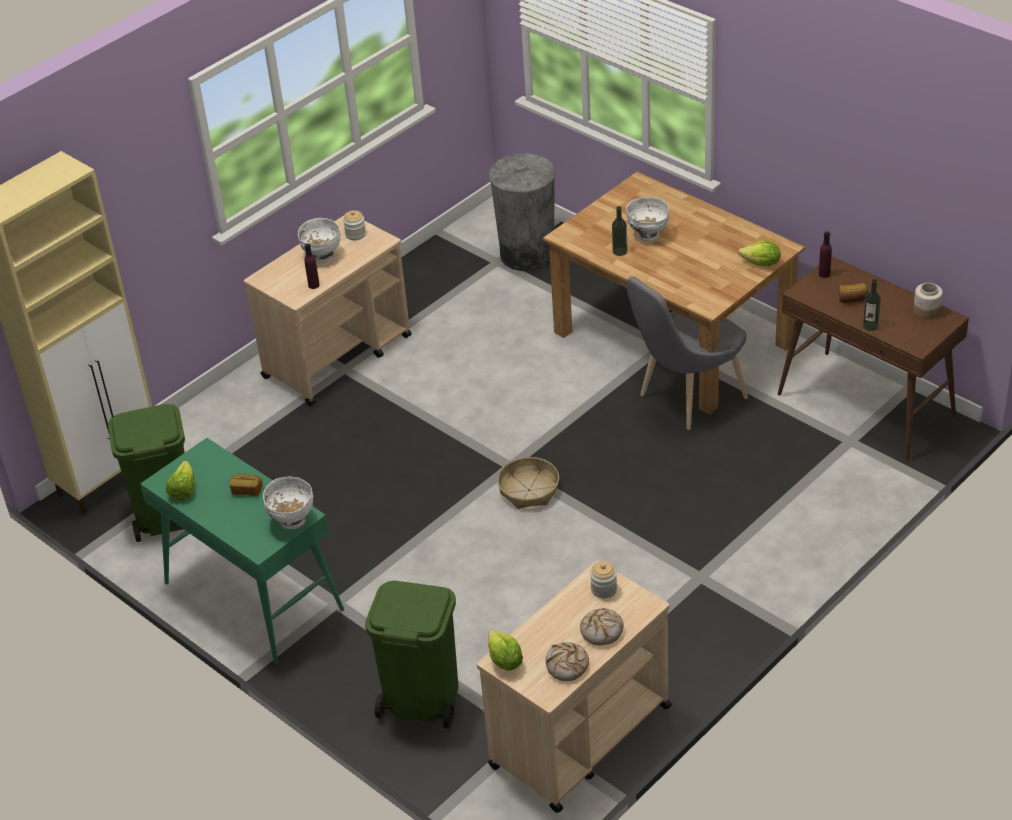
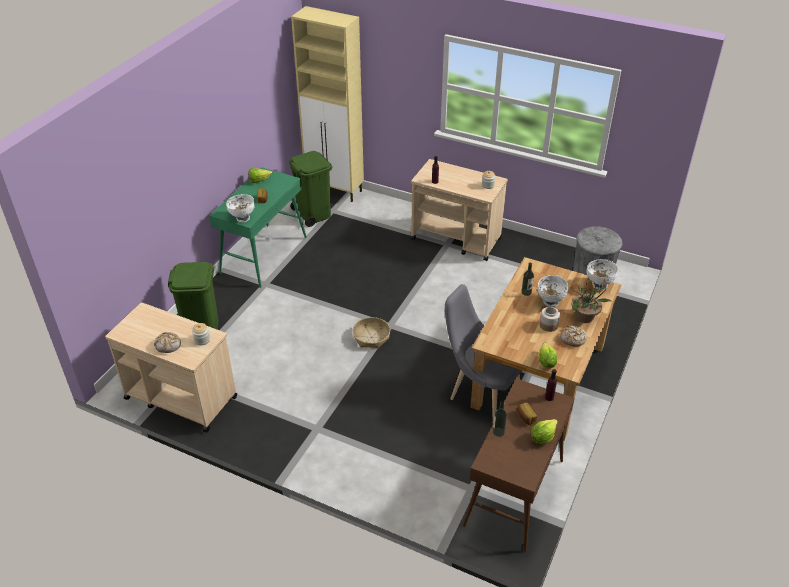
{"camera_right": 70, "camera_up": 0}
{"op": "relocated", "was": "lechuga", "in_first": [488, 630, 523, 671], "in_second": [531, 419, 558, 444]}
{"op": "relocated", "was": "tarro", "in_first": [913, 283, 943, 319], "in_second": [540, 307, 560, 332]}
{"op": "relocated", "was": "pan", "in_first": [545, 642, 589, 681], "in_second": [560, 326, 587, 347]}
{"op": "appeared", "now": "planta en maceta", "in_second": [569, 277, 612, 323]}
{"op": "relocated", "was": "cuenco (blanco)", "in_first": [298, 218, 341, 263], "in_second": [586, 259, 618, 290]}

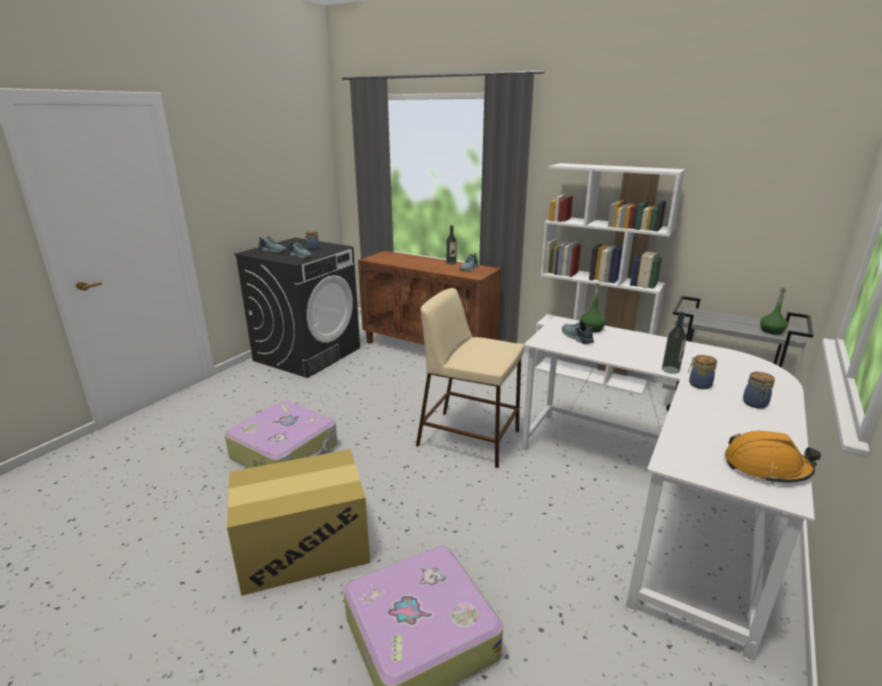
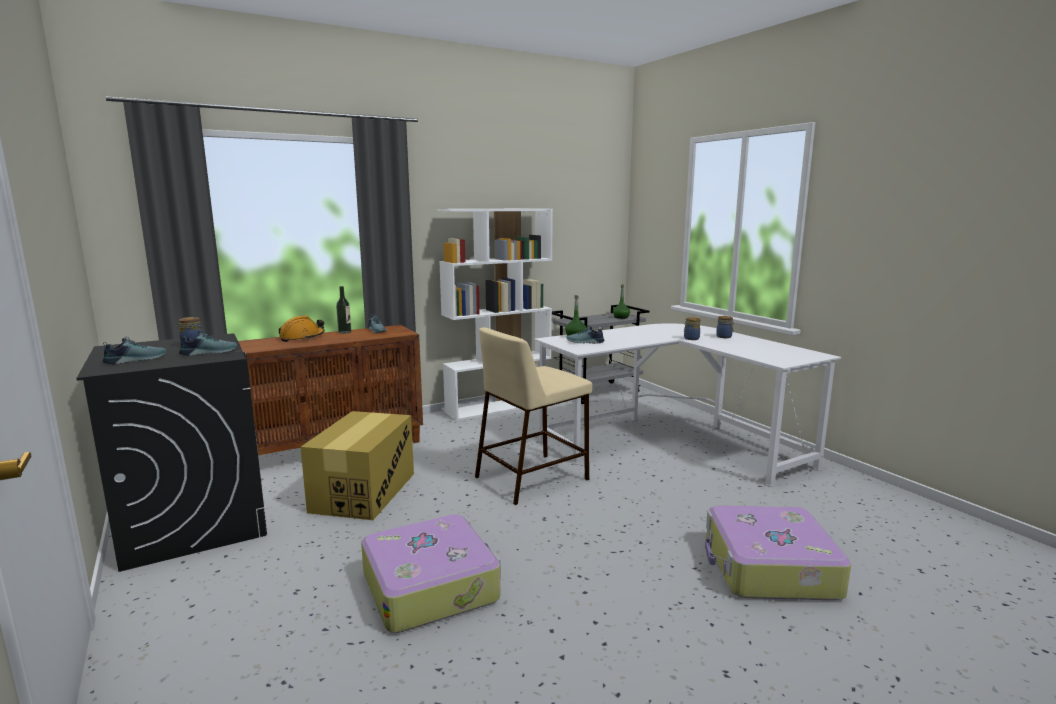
{"camera_right": -60, "camera_up": -10}
{"op": "relocated", "was": "casco (naranja)", "in_first": [725, 431, 821, 484], "in_second": [279, 315, 325, 342]}
{"op": "relocated", "was": "caja de cartón", "in_first": [227, 449, 370, 596], "in_second": [301, 411, 414, 520]}
{"op": "missing", "was": "botella", "in_first": [662, 312, 687, 374]}

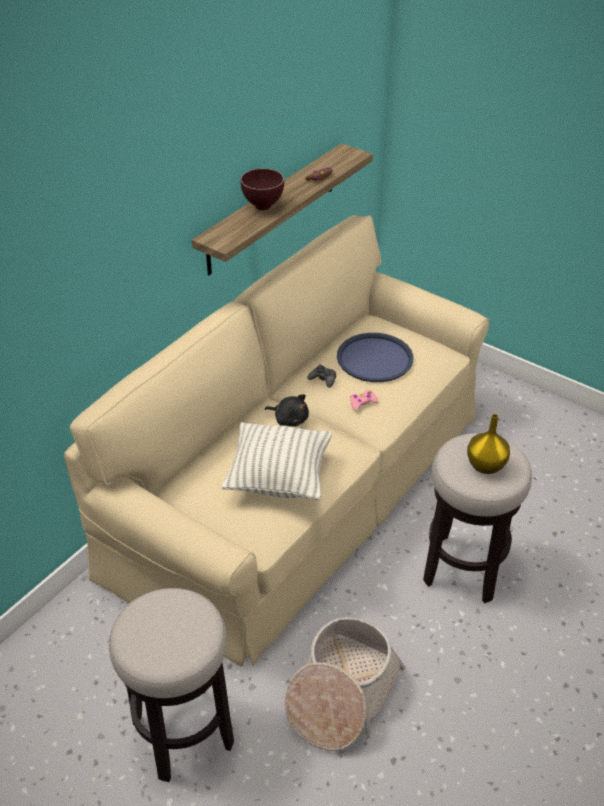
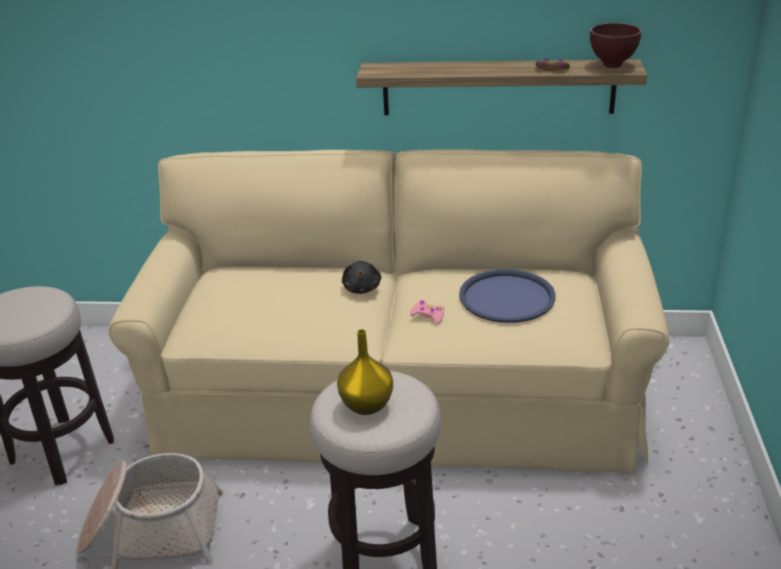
{"camera_right": 60, "camera_up": -10}
{"op": "relocated", "was": "cuenco (marrón)", "in_first": [240, 168, 284, 210], "in_second": [590, 23, 642, 68]}
{"op": "missing", "was": "cojín", "in_first": [221, 422, 332, 500]}
{"op": "missing", "was": "mando de consola (negro)", "in_first": [307, 364, 336, 388]}

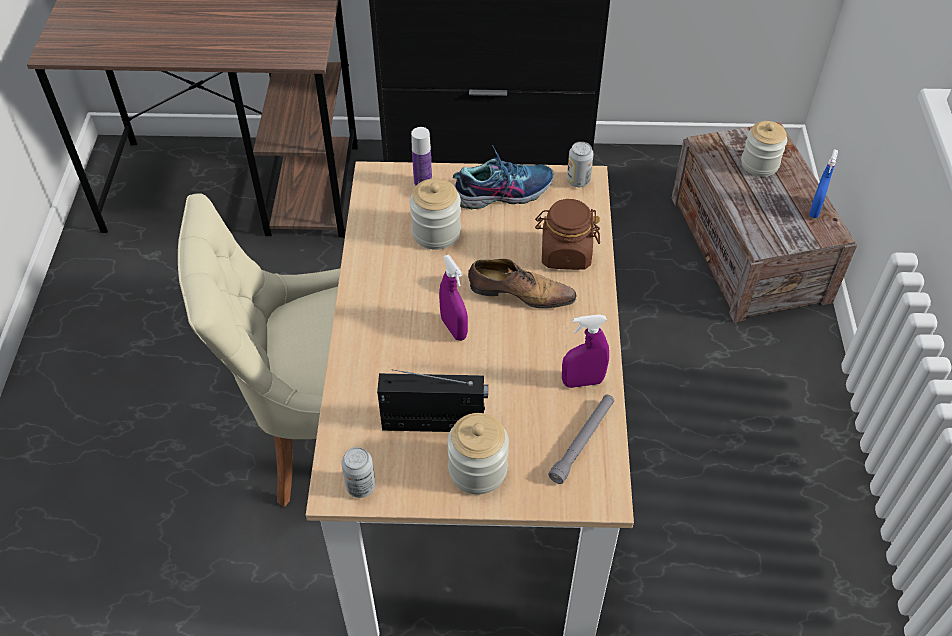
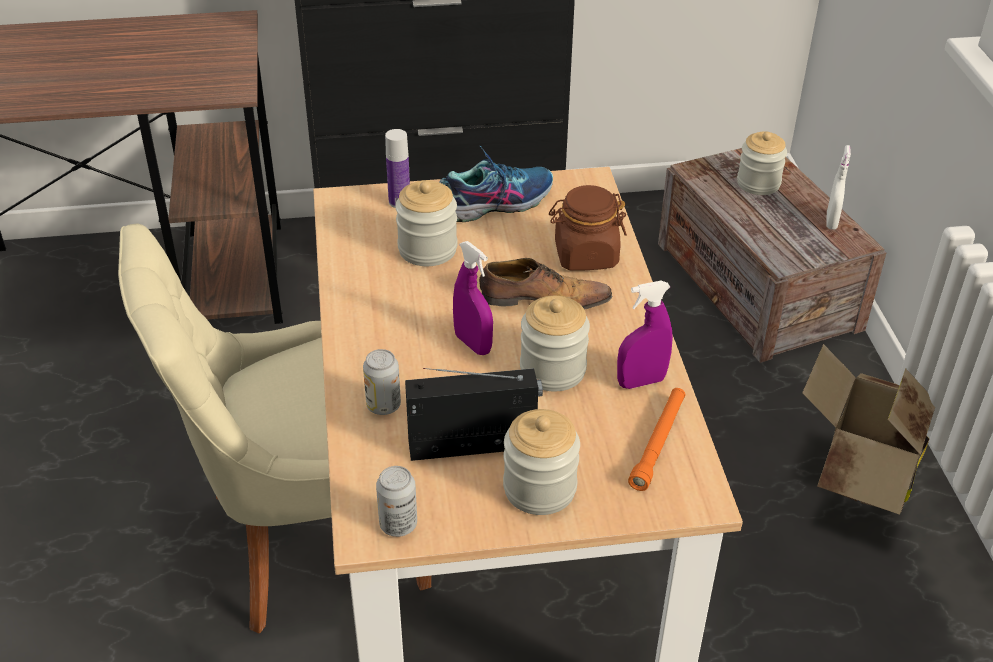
{"camera_right": -10, "camera_up": -10}
{"op": "relocated", "was": "lata", "in_first": [567, 142, 594, 187], "in_second": [363, 349, 401, 415]}
{"op": "appeared", "now": "tarro", "in_second": [520, 296, 590, 391]}
{"op": "colour", "was": "linterna (gris)", "now": "linterna (naranja)", "in_first": [548, 395, 614, 484], "in_second": [628, 388, 685, 491]}
{"op": "appeared", "now": "caja de cartón", "in_second": [802, 344, 935, 515]}
{"op": "colour", "was": "pulverizador (azul)", "now": "pulverizador (blanco)", "in_first": [809, 149, 838, 218], "in_second": [826, 145, 851, 230]}

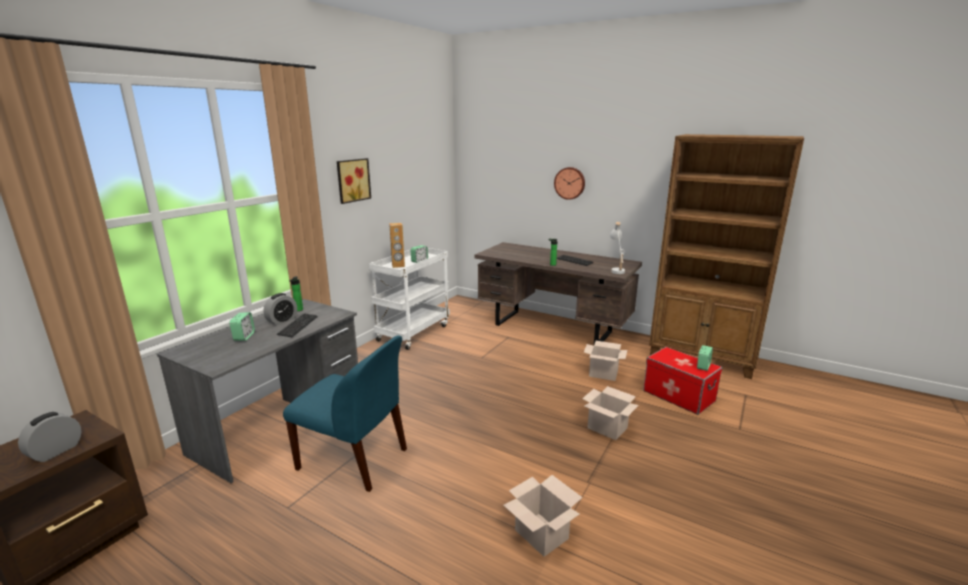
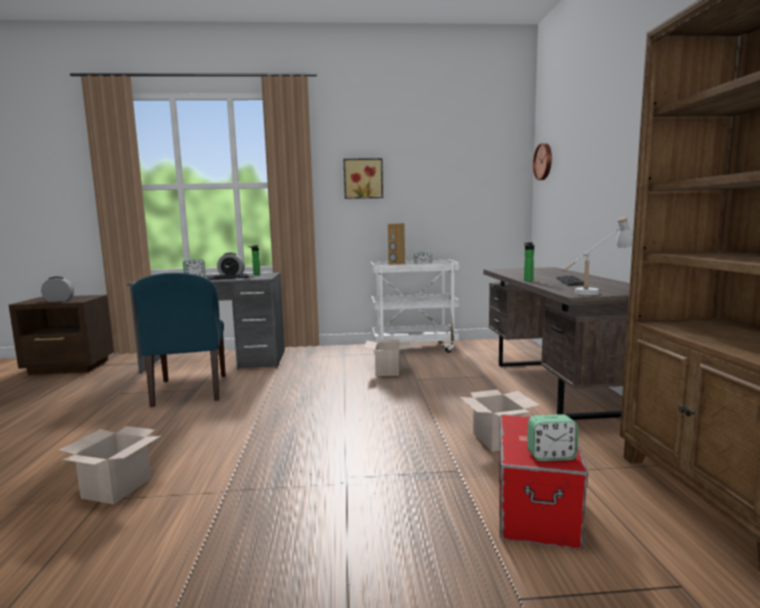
{"camera_right": 55, "camera_up": -10}
{"op": "relocated", "was": "caja de cartón", "in_first": [582, 386, 639, 440], "in_second": [364, 340, 411, 376]}
{"op": "relocated", "was": "reloj de pared", "in_first": [554, 167, 585, 200], "in_second": [533, 143, 552, 180]}

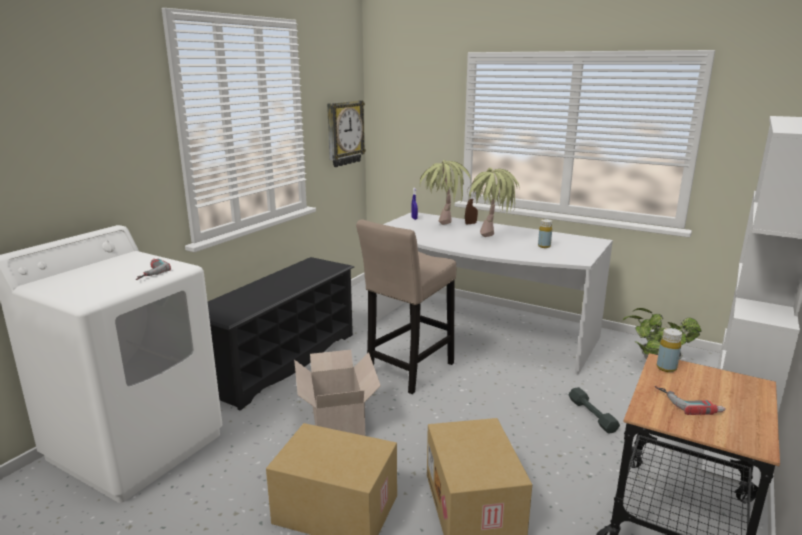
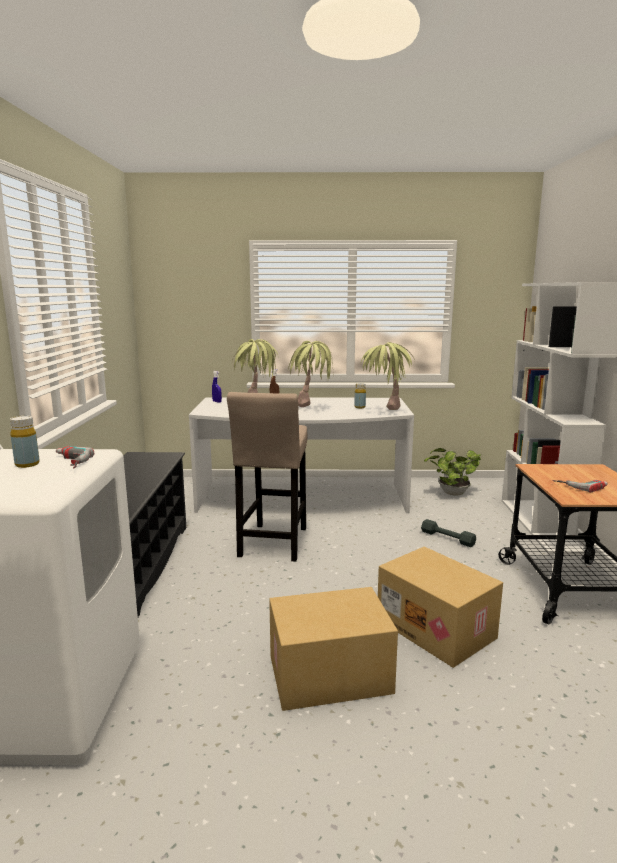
{"camera_right": -30, "camera_up": -5}
{"op": "relocated", "was": "botella (amarillo)", "in_first": [657, 328, 682, 372], "in_second": [10, 416, 40, 468]}
{"op": "appeared", "now": "planta en maceta", "in_second": [361, 342, 415, 410]}
{"op": "missing", "was": "caja de cartón", "in_first": [294, 350, 381, 436]}
{"op": "missing", "was": "reloj de pared", "in_first": [327, 100, 366, 167]}

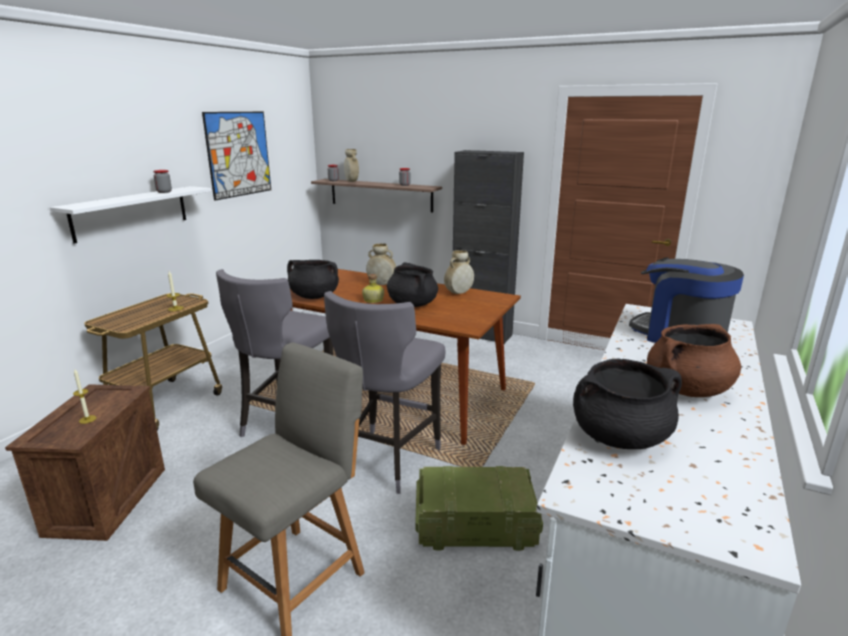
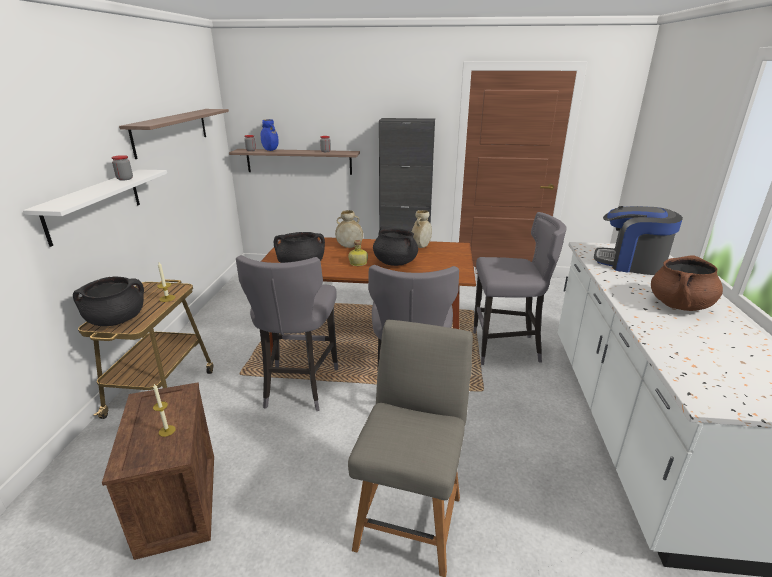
{"camera_right": -20, "camera_up": 5}
{"op": "relocated", "was": "olla (negro)", "in_first": [573, 358, 682, 449], "in_second": [73, 276, 144, 326]}
{"op": "exchanged", "was": "cuadro", "now": "estante", "in_first": [202, 112, 271, 201], "in_second": [119, 109, 229, 159]}
{"op": "colour", "was": "florero (beis)", "now": "florero (azul)", "in_first": [344, 149, 359, 182], "in_second": [260, 119, 279, 151]}
{"op": "appeared", "now": "taburete (gris)", "in_second": [473, 212, 567, 365]}
{"op": "missing", "was": "caja de embalaje", "in_first": [415, 466, 543, 551]}

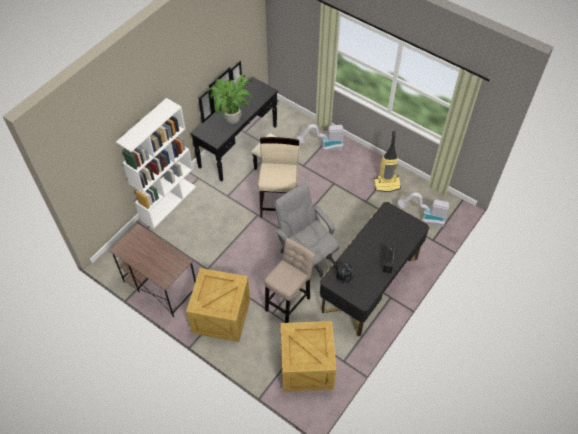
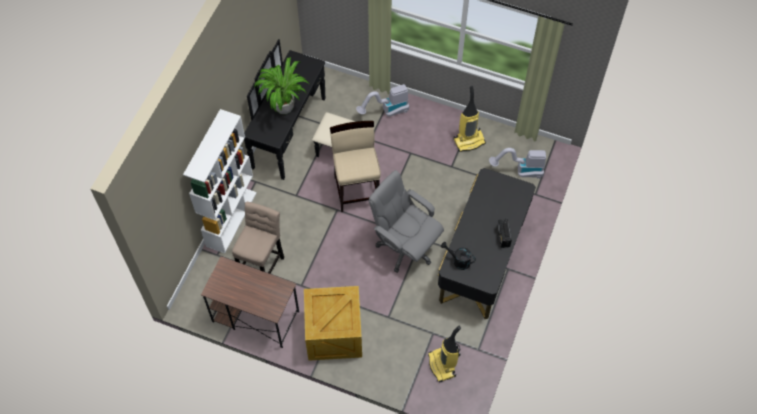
{"camera_right": -15, "camera_up": 5}
{"op": "relocated", "was": "taburete (beis)", "in_first": [264, 238, 316, 323], "in_second": [232, 202, 284, 274]}
{"op": "exchanged", "was": "caja de embalaje", "now": "aspiradora", "in_first": [281, 321, 336, 392], "in_second": [428, 326, 461, 383]}

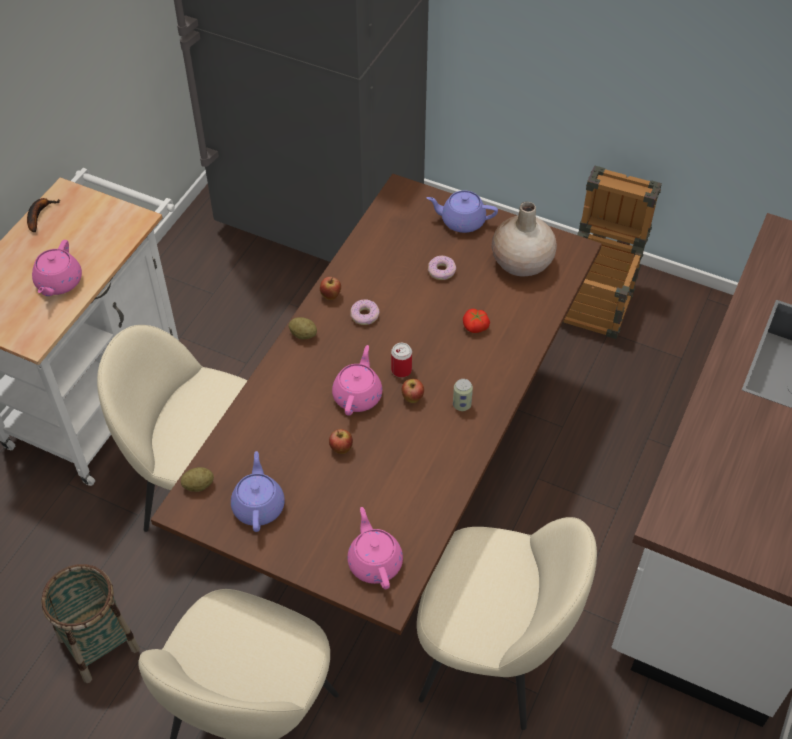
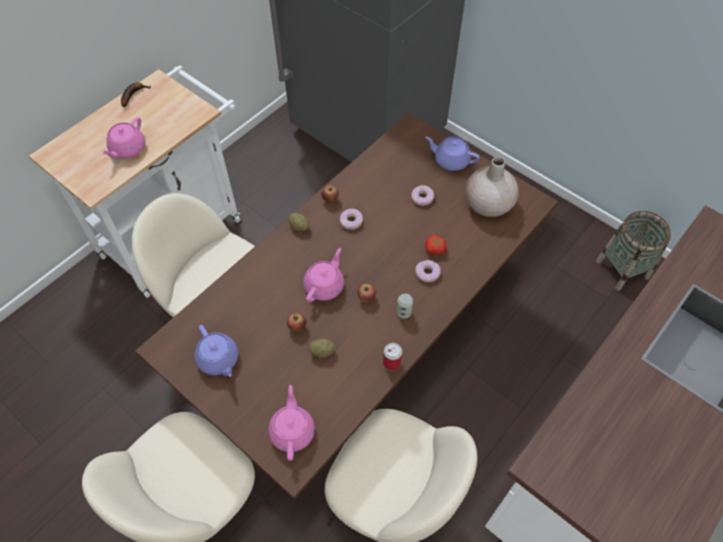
{"camera_right": 15, "camera_up": 5}
{"op": "spun", "was": "tetera (morado)", "in_first": [231, 451, 285, 532], "in_second": [194, 325, 239, 377], "clockwise": 135}
{"op": "relocated", "was": "patata", "in_first": [181, 467, 214, 492], "in_second": [308, 338, 335, 358]}
{"op": "relocated", "was": "lata", "in_first": [391, 343, 412, 378], "in_second": [383, 343, 402, 371]}
{"op": "appeared", "now": "rosquilla", "in_second": [415, 260, 441, 282]}
{"op": "relocated", "was": "cesta", "in_first": [41, 564, 140, 683], "in_second": [596, 211, 671, 291]}
{"op": "missing", "was": "caja de embalaje", "in_first": [563, 165, 662, 339]}

